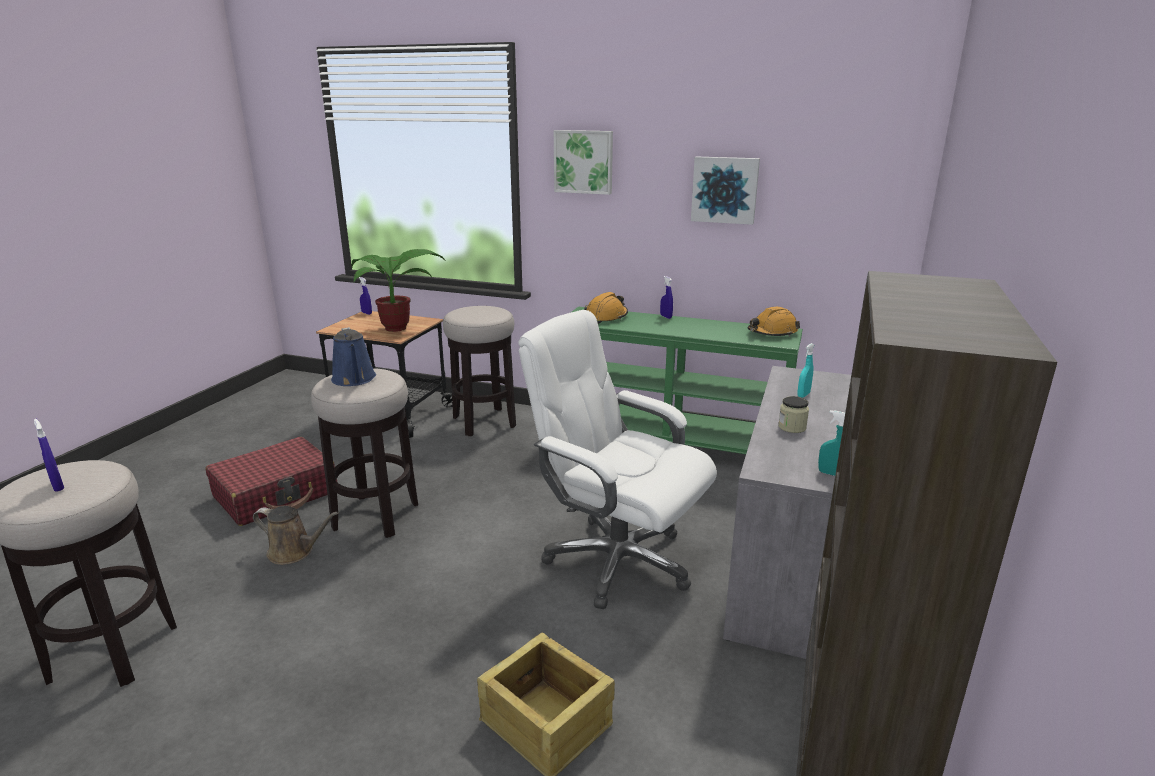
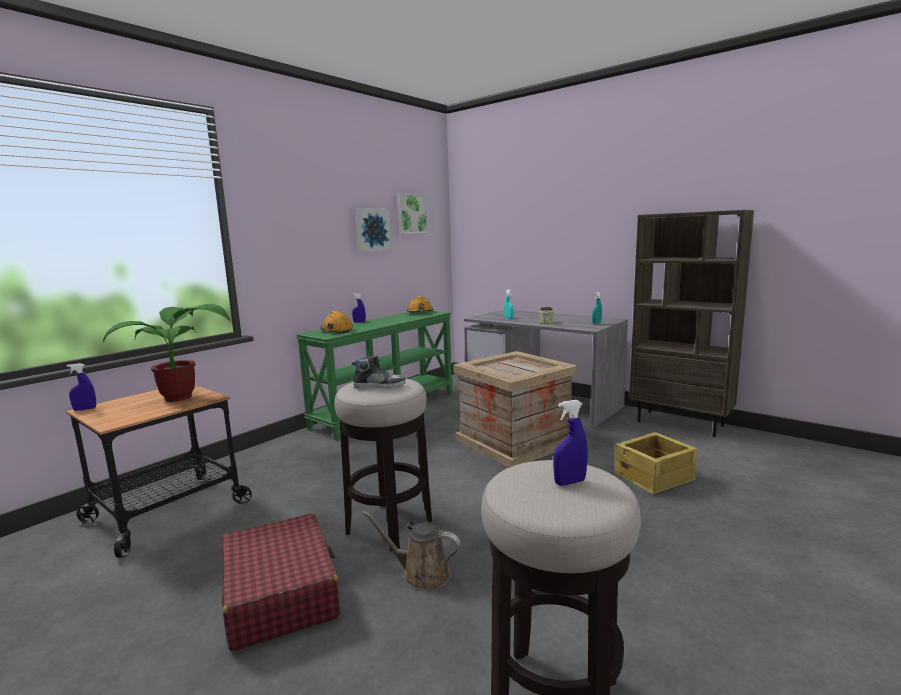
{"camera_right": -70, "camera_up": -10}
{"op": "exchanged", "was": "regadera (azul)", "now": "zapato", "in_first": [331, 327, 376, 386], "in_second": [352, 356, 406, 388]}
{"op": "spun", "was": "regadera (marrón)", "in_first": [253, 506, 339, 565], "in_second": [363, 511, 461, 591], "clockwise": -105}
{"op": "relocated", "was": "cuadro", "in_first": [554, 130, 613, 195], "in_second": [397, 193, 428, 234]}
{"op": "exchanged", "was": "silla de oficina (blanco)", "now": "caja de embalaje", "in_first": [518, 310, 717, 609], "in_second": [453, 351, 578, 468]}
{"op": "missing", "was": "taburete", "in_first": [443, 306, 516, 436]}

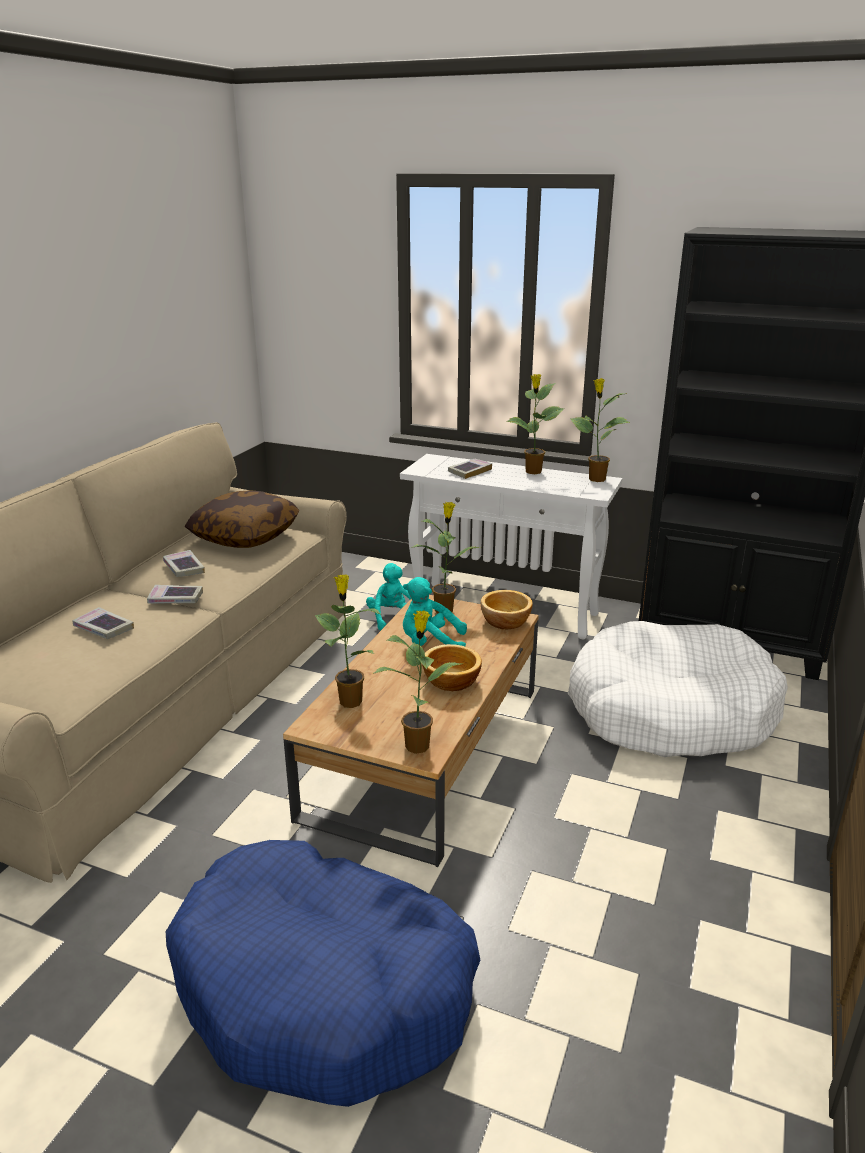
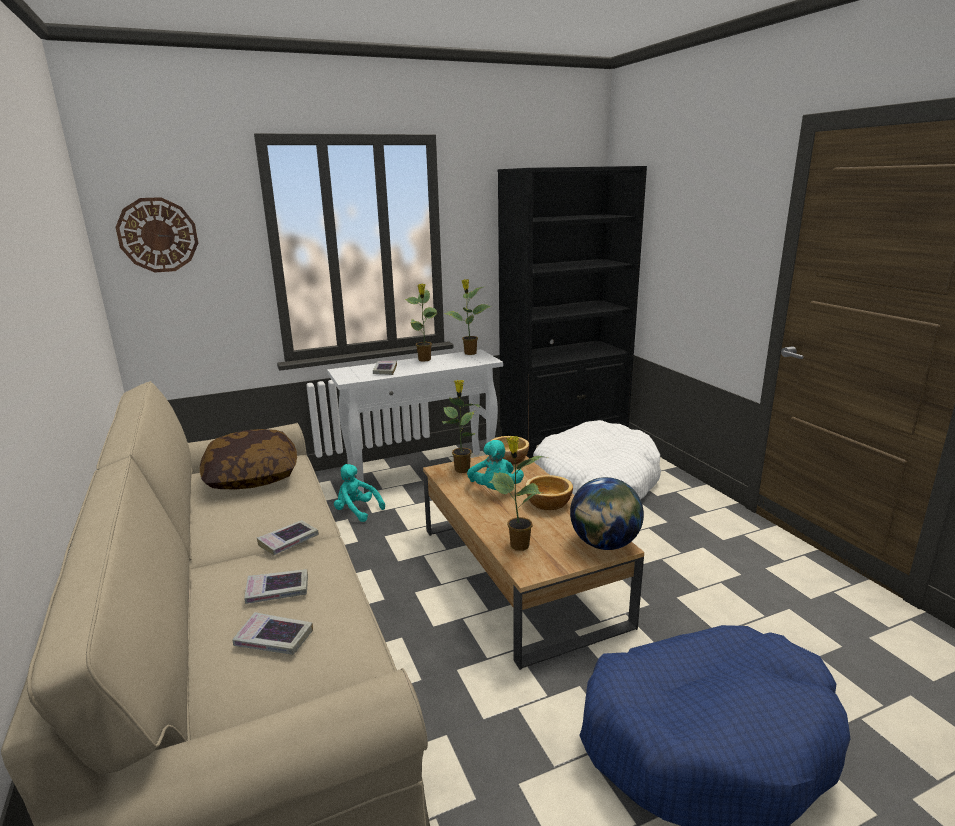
{"camera_right": -45, "camera_up": -5}
{"op": "appeared", "now": "reloj de pared", "in_second": [116, 197, 198, 273]}
{"op": "relocated", "was": "libro", "in_first": [163, 550, 205, 577], "in_second": [232, 612, 313, 655]}
{"op": "spun", "was": "peluche (turquesa)", "in_first": [403, 577, 467, 646], "in_second": [467, 440, 524, 490], "clockwise": -60}
{"op": "exchanged", "was": "planta en maceta", "now": "globo terráqueo", "in_first": [372, 610, 464, 754], "in_second": [570, 477, 644, 550]}

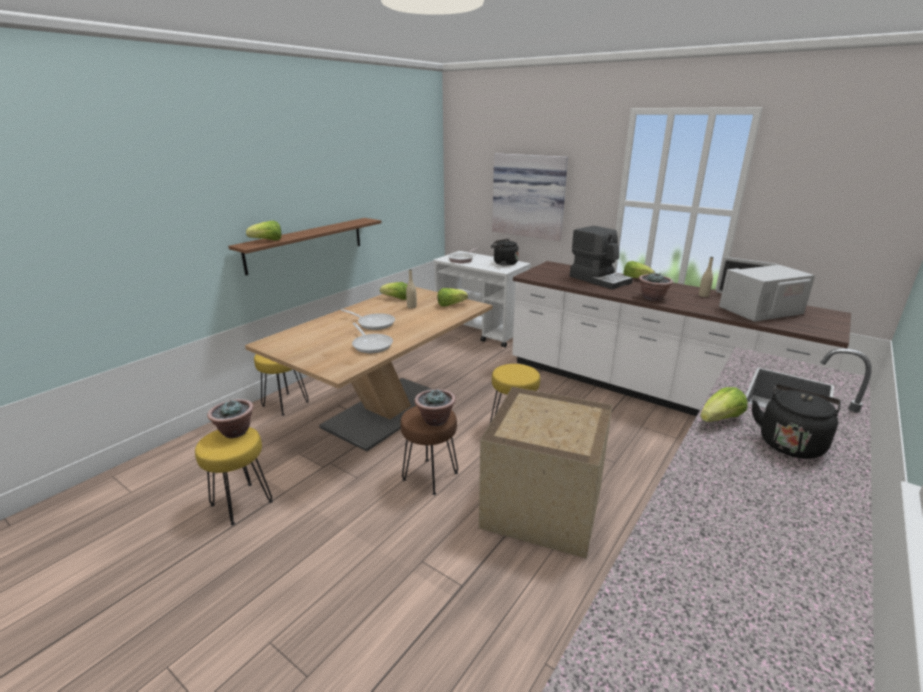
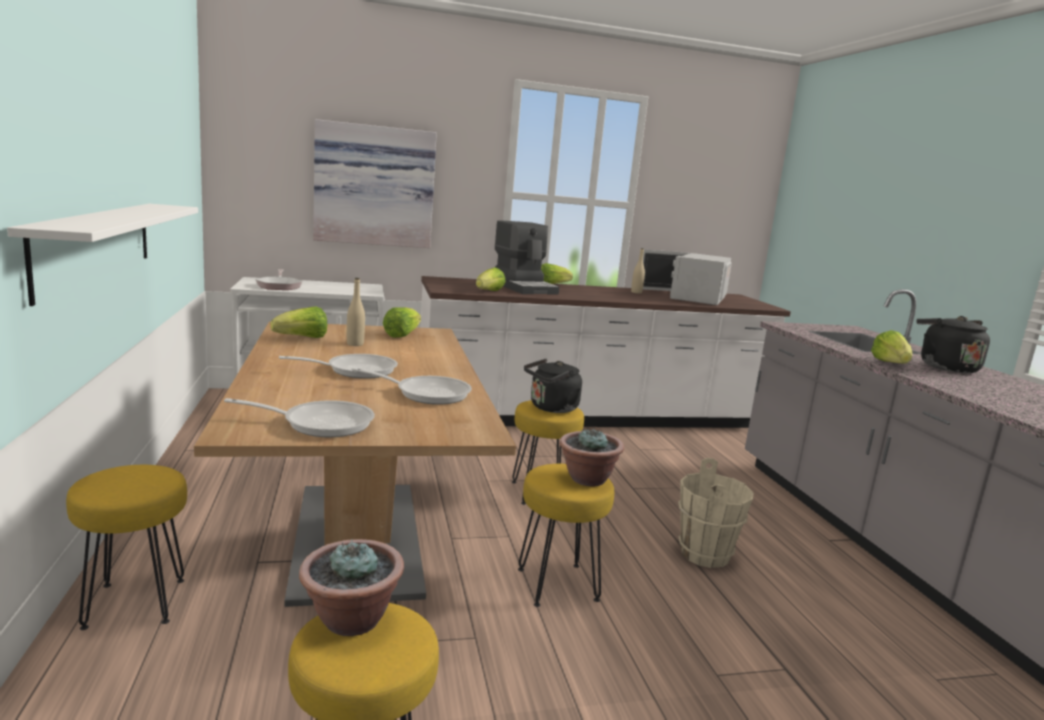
{"camera_right": -50, "camera_up": -10}
{"op": "colour", "was": "estante (marrón)", "now": "estante (blanco)", "in_first": [228, 218, 381, 275], "in_second": [7, 204, 198, 306]}
{"op": "appeared", "now": "sartén", "in_second": [224, 398, 375, 438]}
{"op": "relocated", "was": "lechuga", "in_first": [246, 221, 281, 240], "in_second": [476, 267, 506, 291]}
{"op": "spun", "was": "cafetera", "in_first": [570, 226, 633, 290], "in_second": [495, 220, 559, 295], "clockwise": 60}
{"op": "colour", "was": "taburete (marrón)", "now": "taburete (amarillo)", "in_first": [400, 406, 458, 495], "in_second": [518, 464, 614, 607]}
{"op": "relocated", "was": "hervidor (negro)", "in_first": [491, 239, 519, 266], "in_second": [524, 359, 582, 413]}
{"op": "exchanged", "was": "caja de embalaje", "now": "cubo (beis)", "in_first": [479, 387, 612, 559], "in_second": [678, 458, 754, 568]}
{"op": "missing", "was": "planta en maceta", "in_first": [639, 273, 673, 301]}

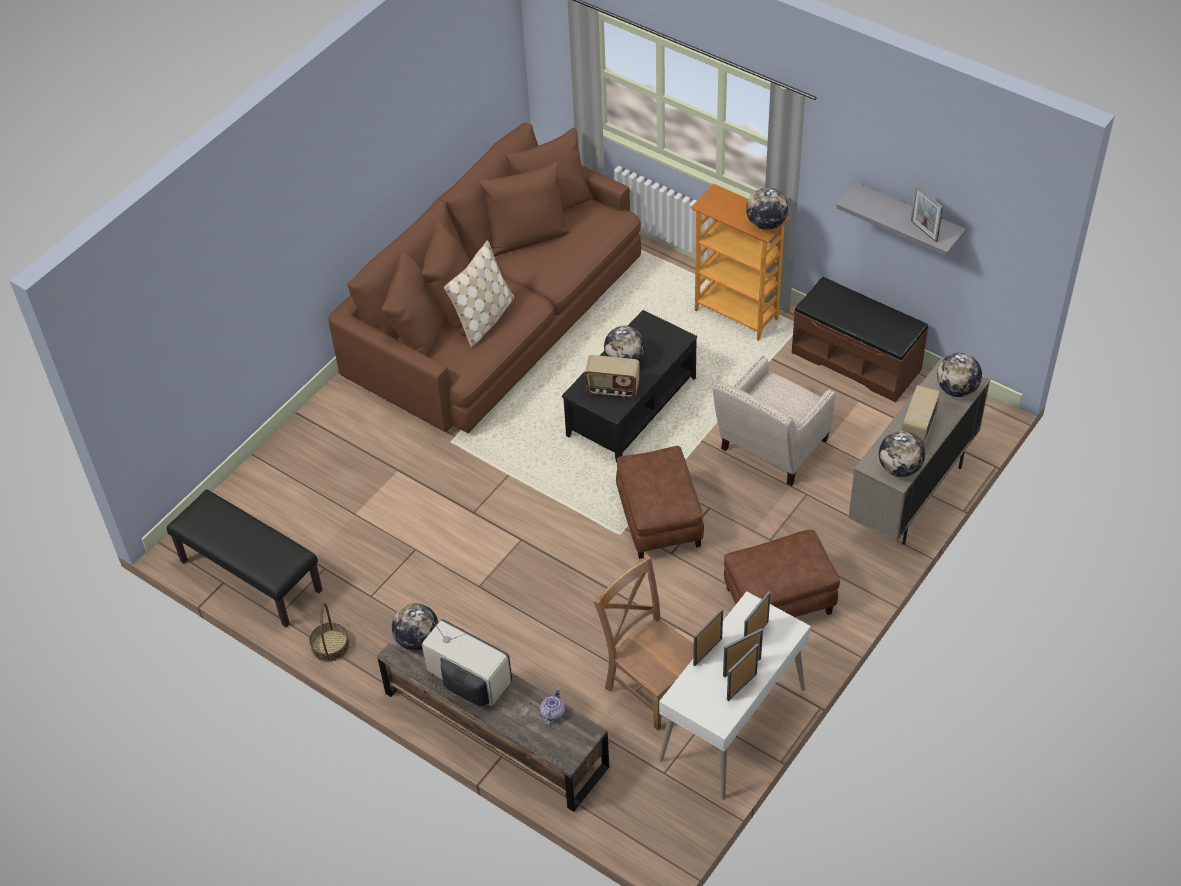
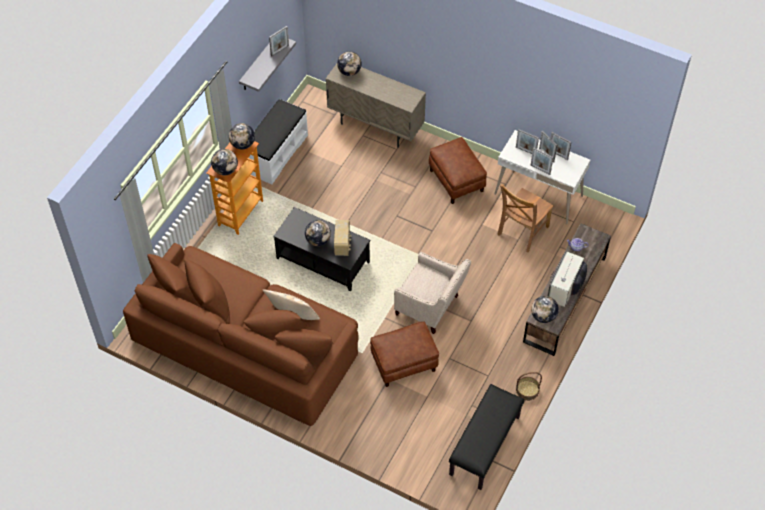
{"camera_right": -100, "camera_up": 5}
{"op": "relocated", "was": "globo terráqueo", "in_first": [879, 431, 925, 477], "in_second": [211, 149, 238, 175]}
{"op": "colour", "was": "banco (marrón)", "now": "banco (blanco)", "in_first": [792, 277, 928, 403], "in_second": [249, 99, 308, 184]}
{"op": "relocated", "was": "puf (marrón)", "in_first": [616, 446, 704, 559], "in_second": [370, 321, 439, 387]}
{"op": "relocated", "was": "sillón (beis)", "in_first": [713, 356, 836, 486], "in_second": [394, 252, 471, 334]}
{"op": "missing", "was": "radio", "in_first": [901, 385, 941, 447]}

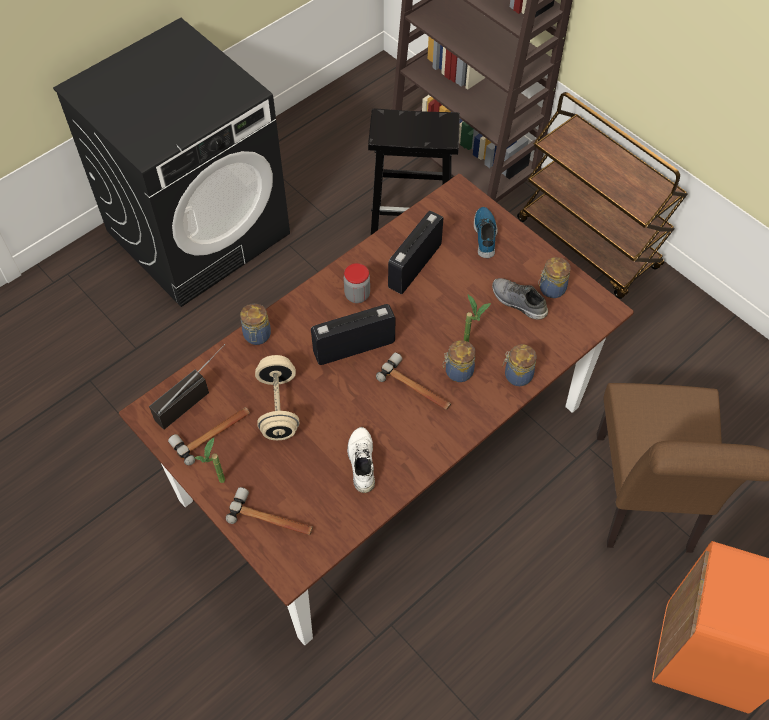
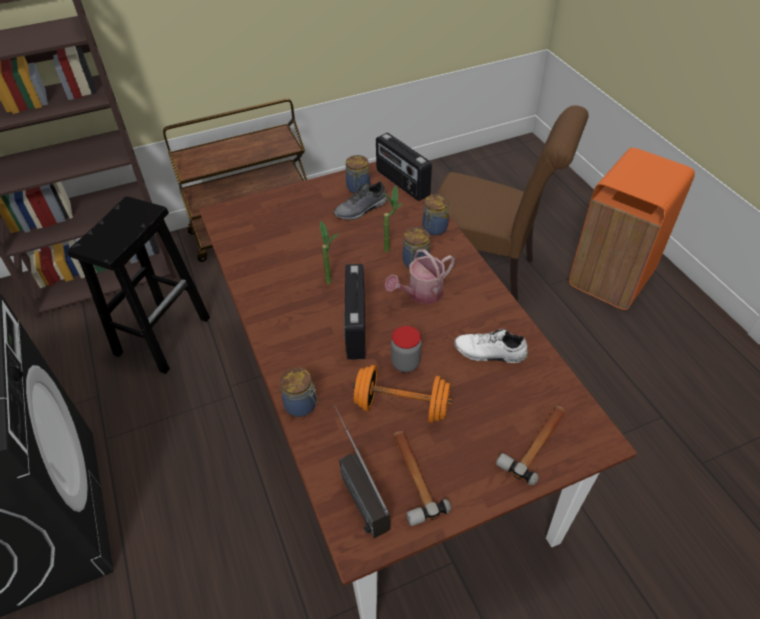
{"camera_right": -70, "camera_up": -10}
{"op": "relocated", "was": "planta en maceta", "in_first": [195, 438, 225, 483], "in_second": [320, 220, 340, 284]}
{"op": "colour", "was": "mancuerna (beis)", "now": "mancuerna (naranja)", "in_first": [255, 355, 299, 440], "in_second": [353, 365, 452, 423]}
{"op": "relocated", "was": "radio", "in_first": [388, 211, 443, 294], "in_second": [376, 133, 432, 201]}
{"op": "exchanged", "was": "martillo", "now": "regadera", "in_first": [376, 353, 451, 410], "in_second": [385, 249, 455, 305]}
{"op": "relocated", "was": "tarro", "in_first": [344, 263, 370, 303], "in_second": [391, 326, 422, 372]}
{"op": "missing", "was": "zapato", "in_first": [474, 207, 498, 258]}

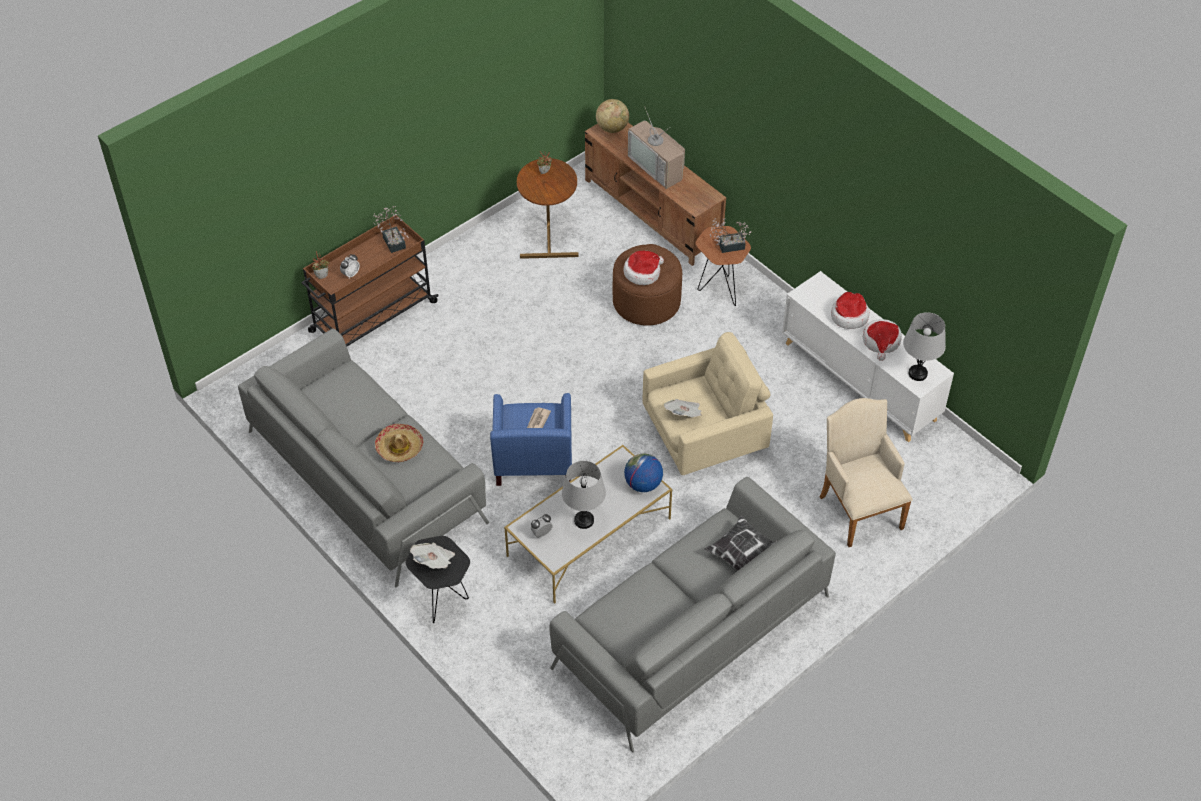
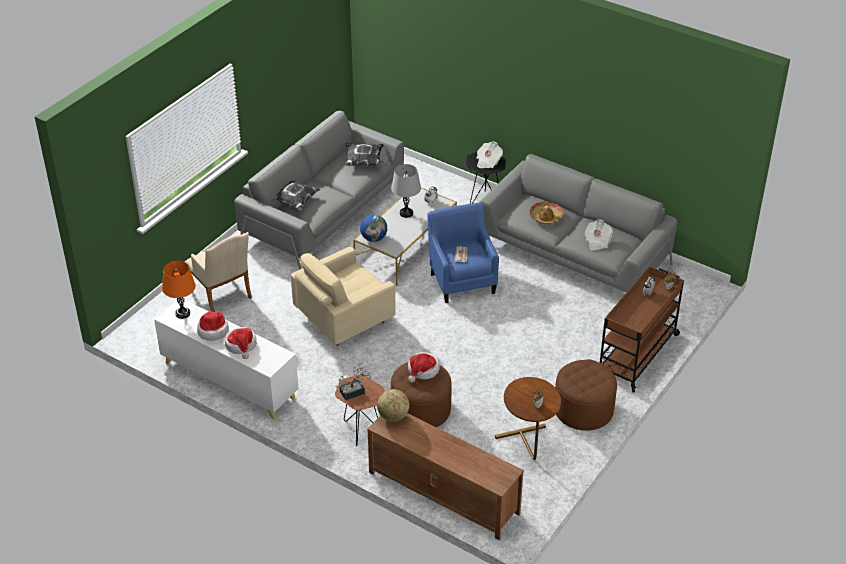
{"camera_right": 165, "camera_up": -10}
{"op": "colour", "was": "lámpara de mesa (gris)", "now": "lámpara de mesa (naranja)", "in_first": [903, 312, 946, 381], "in_second": [162, 261, 196, 319]}
{"op": "appeared", "now": "cojín", "in_second": [345, 143, 384, 166]}
{"op": "relocated", "was": "globo terráqueo", "in_first": [596, 99, 629, 133], "in_second": [377, 389, 409, 422]}
{"op": "appeared", "now": "puf (marrón)", "in_second": [555, 359, 617, 430]}
{"op": "relocated", "was": "periódico", "in_first": [664, 399, 702, 417], "in_second": [584, 219, 613, 250]}
{"op": "missing", "was": "planta en maceta", "in_first": [374, 206, 409, 253]}
{"op": "missing", "was": "televisor", "in_first": [628, 106, 685, 189]}

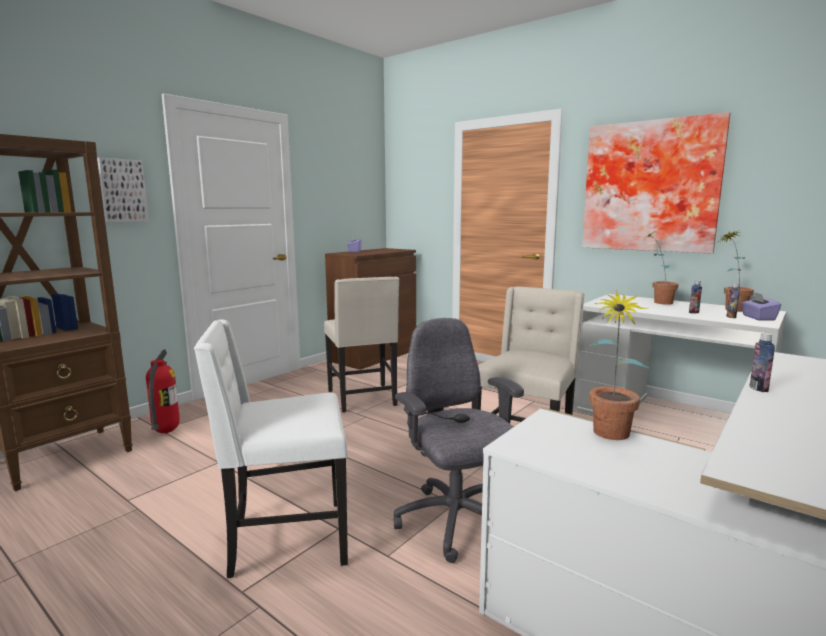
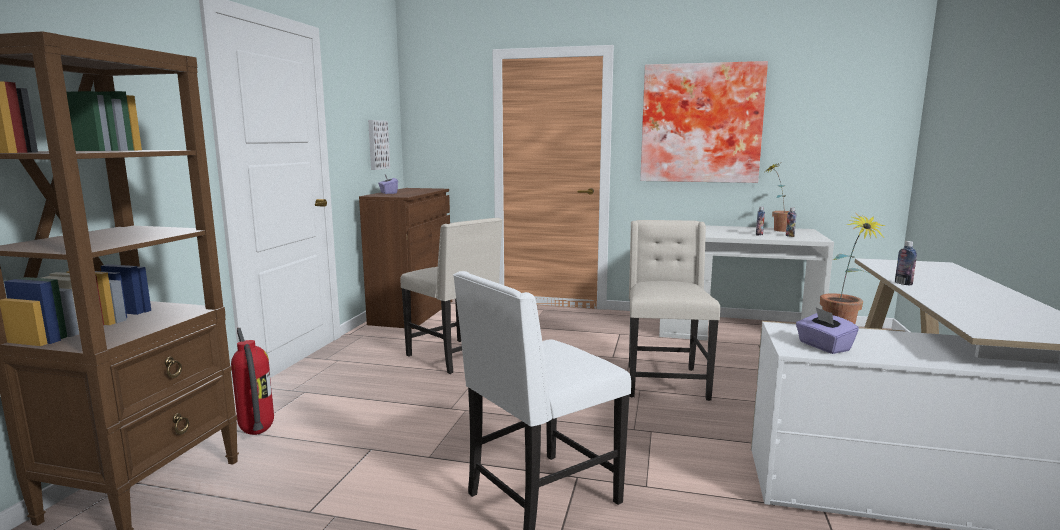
{"camera_right": -25, "camera_up": 0}
{"op": "relocated", "was": "cuadro", "in_first": [97, 158, 149, 222], "in_second": [368, 120, 390, 170]}
{"op": "relocated", "was": "caja de pañuelos (morado)", "in_first": [741, 292, 781, 321], "in_second": [796, 307, 859, 354]}
{"op": "missing", "was": "silla de oficina (gris)", "in_first": [393, 318, 524, 563]}
{"op": "missing", "was": "planta en maceta", "in_first": [643, 230, 679, 305]}

